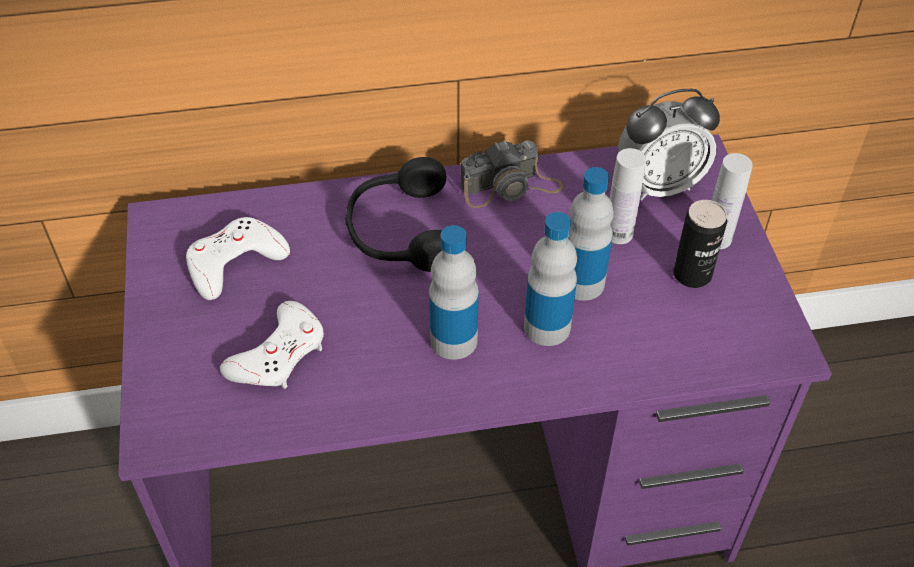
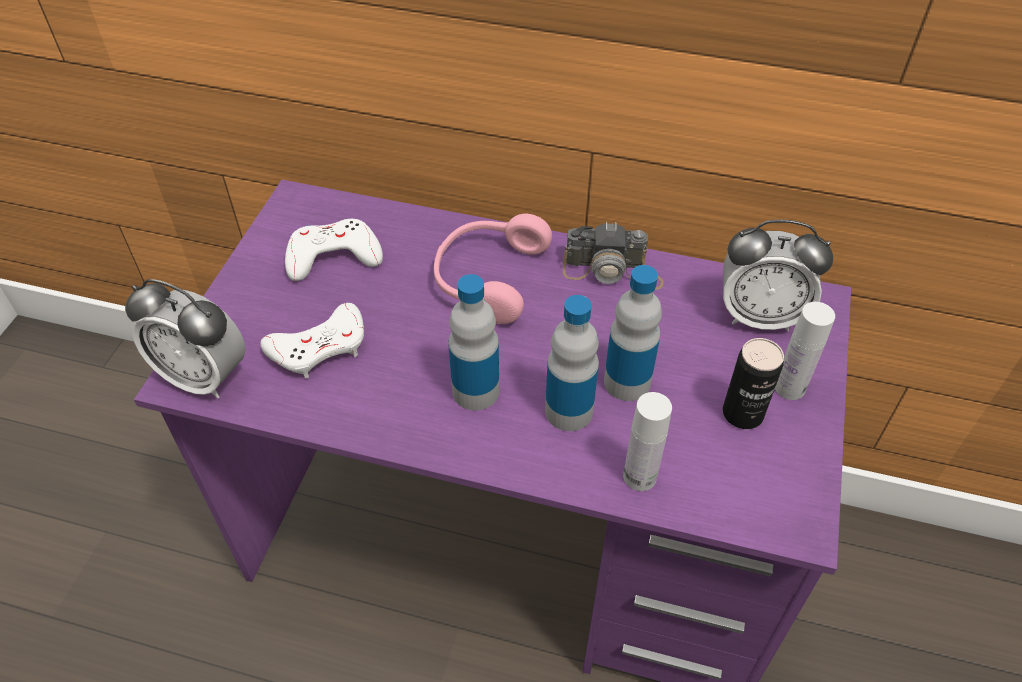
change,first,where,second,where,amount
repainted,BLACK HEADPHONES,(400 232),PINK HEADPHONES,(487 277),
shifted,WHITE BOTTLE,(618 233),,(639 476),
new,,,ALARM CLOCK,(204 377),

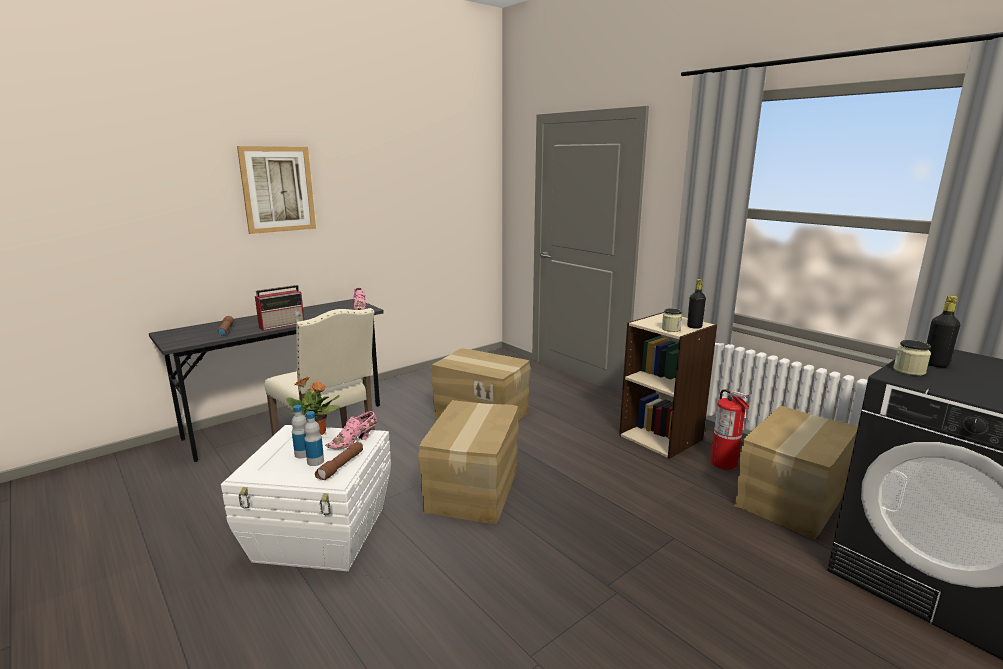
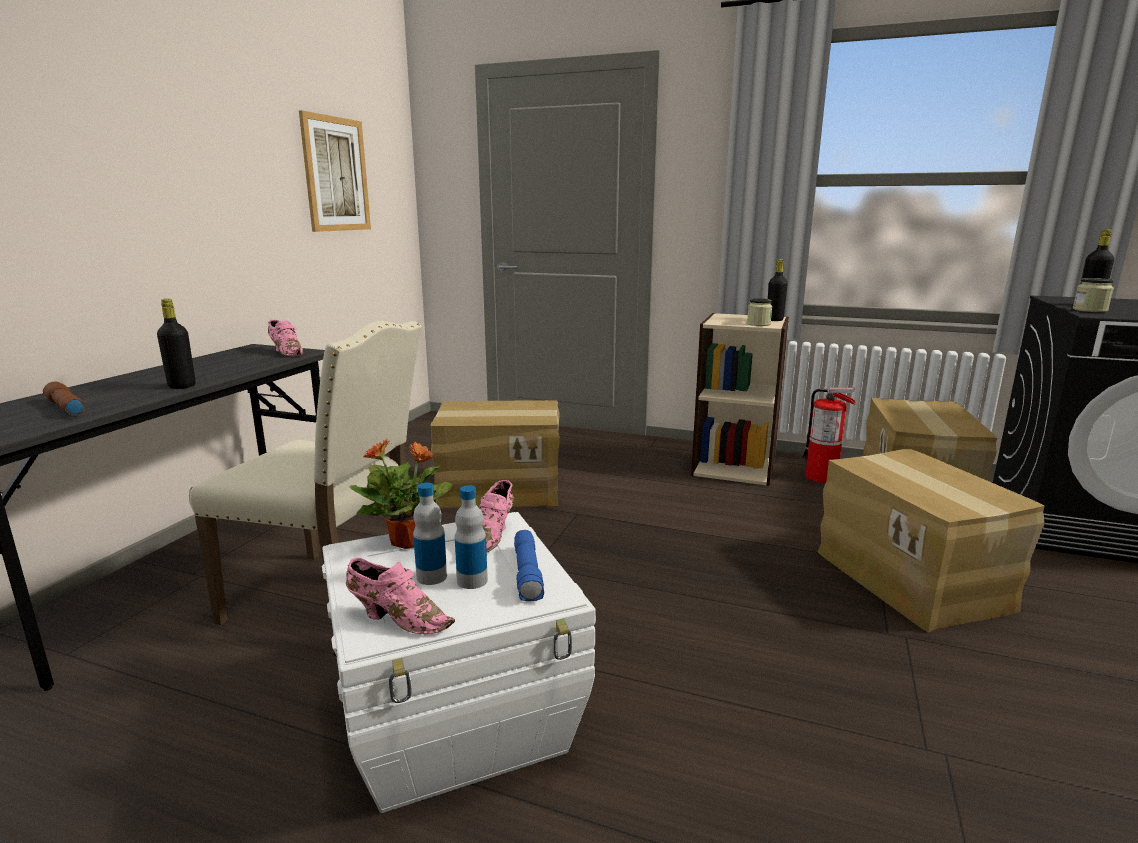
change,first,where,second,where,amount
shifted,PICTURE,(278 189),,(336 174),
swapped,RADIO,(283 325),BLACK BOTTLE,(182 386),
repainted,BROWN FLASHLIGHT,(341 466),BLUE FLASHLIGHT,(528 574),
shifted,CARDBOARD BOX,(474 488),,(912 579),
new,,,PINK SHOE,(397 618),

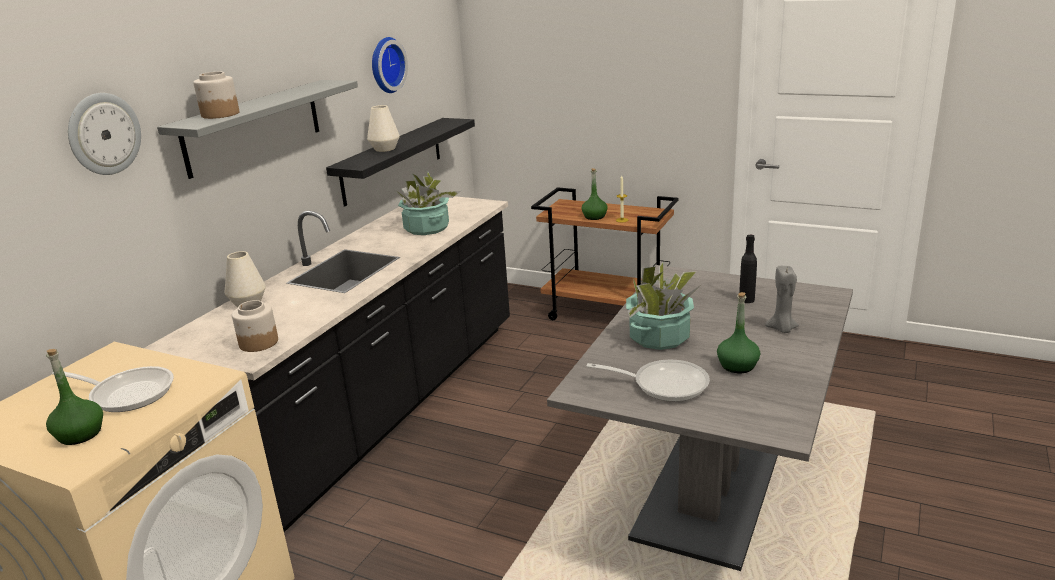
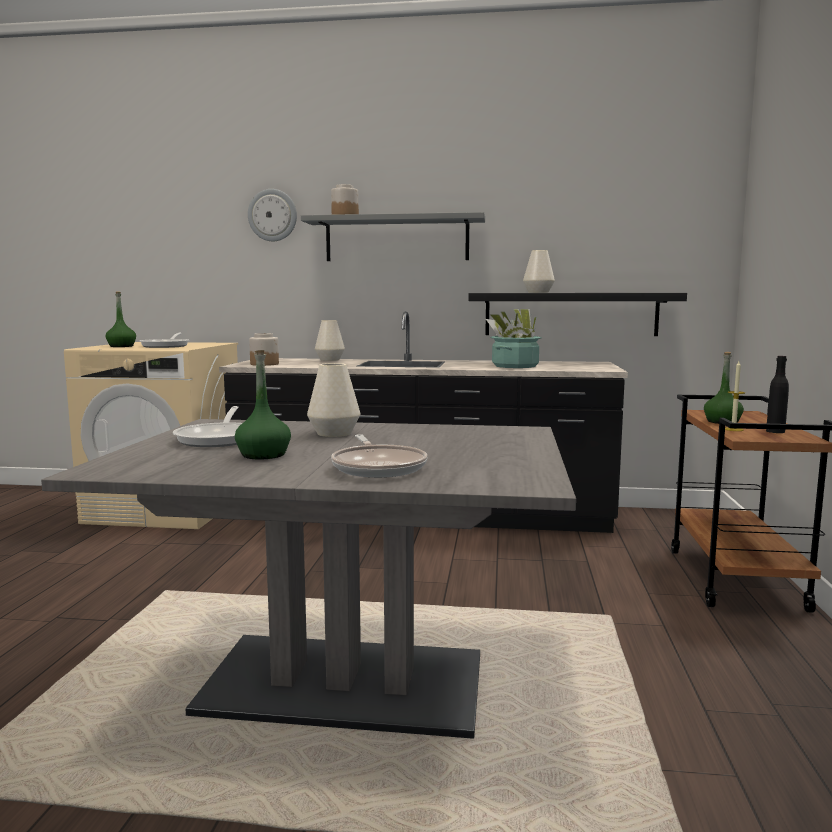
change,first,where,second,where,amount
gone,WALL CLOCK,(385 65),,,
swapped,POTTED PLANT,(659 337),WHITE VASE,(334 433),
shifted,BLACK BOTTLE,(746 300),,(775 431),
swapped,GREY CANDLE,(782 329),FRYING PAN,(378 467),

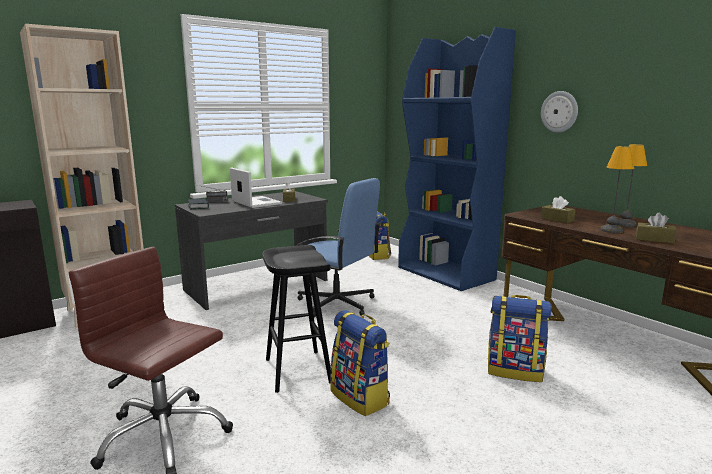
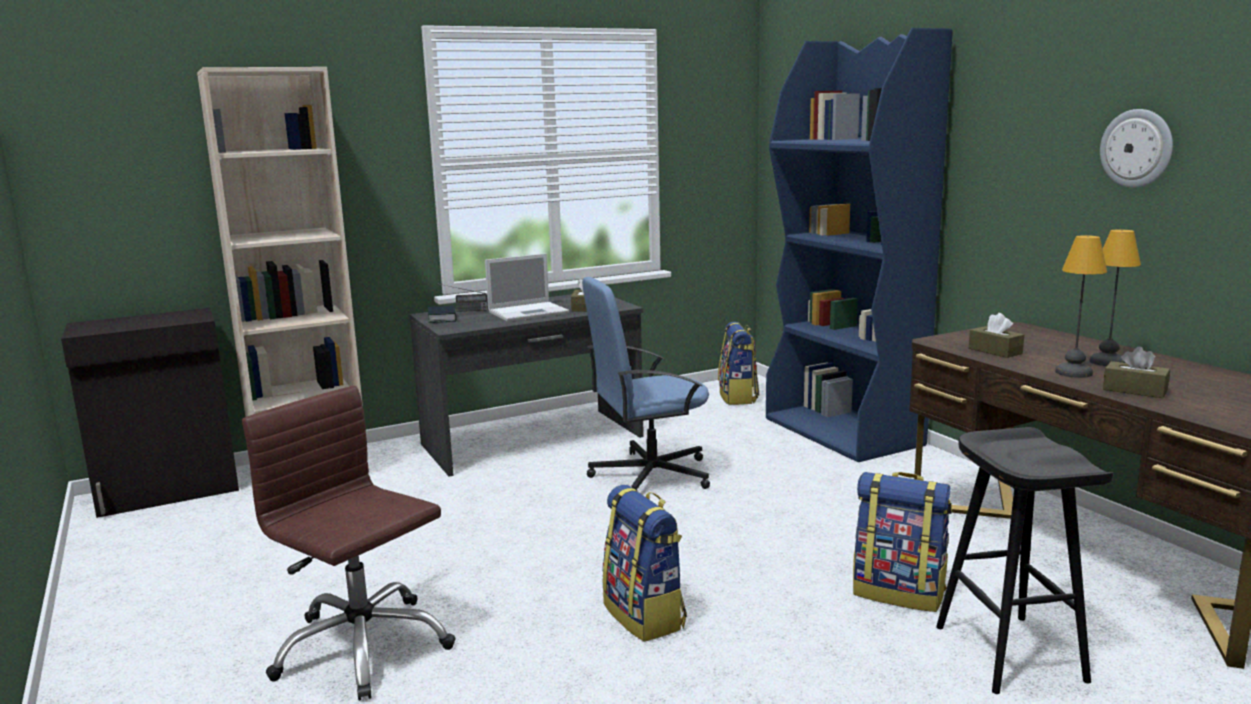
change,first,where,second,where,amount
rotated,LAPTOP,(256 202),,(529 312),90 degrees clockwise
shifted,BLACK STOOL,(296 370),,(1007 652),
rotated,BLUE OFFICE CHAIR,(337 304),,(649 475),120 degrees clockwise
shifted,WALL CLOCK,(559 111),,(1137 148),

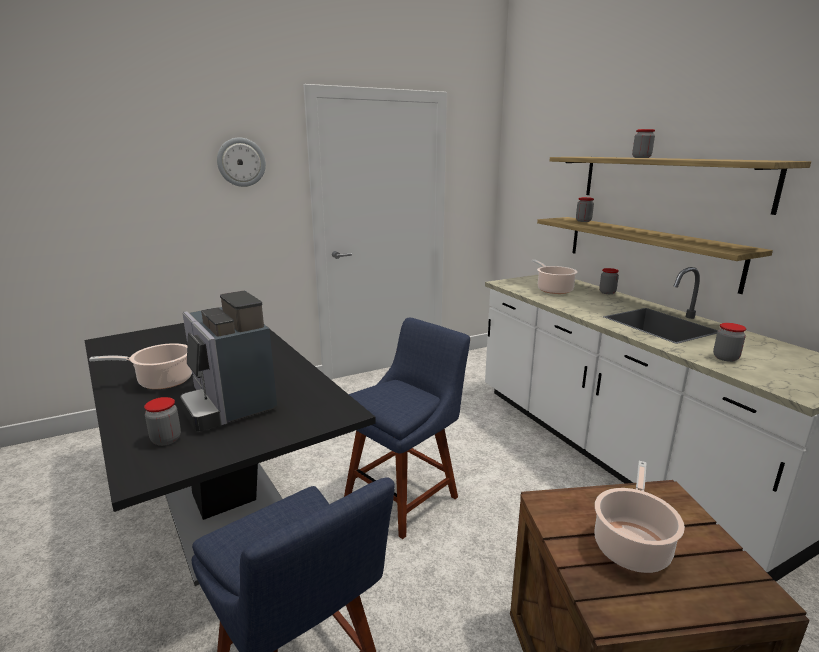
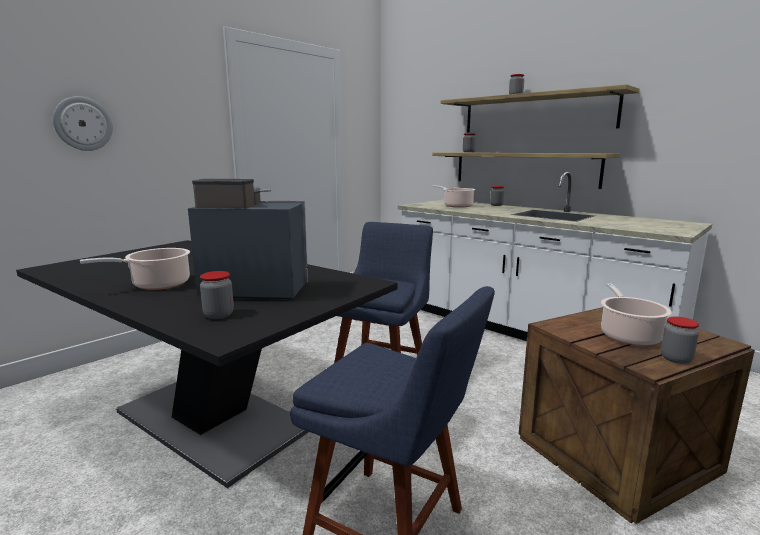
change,first,where,second,where,amount
rotated,COFFEE MACHINE,(229 404),,(252 289),150 degrees clockwise
shifted,WALL CLOCK,(241 162),,(83 124),
shifted,JAR,(725 358),,(676 359),

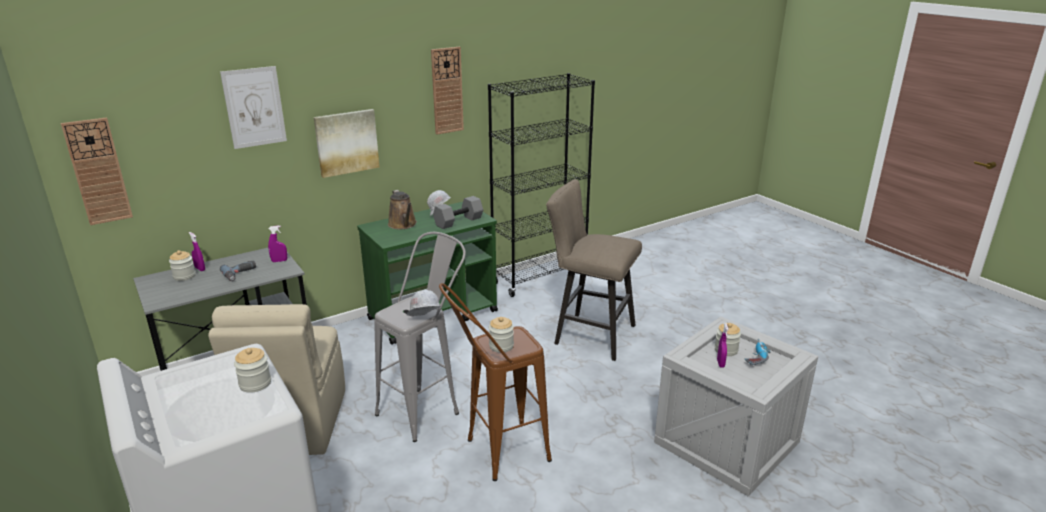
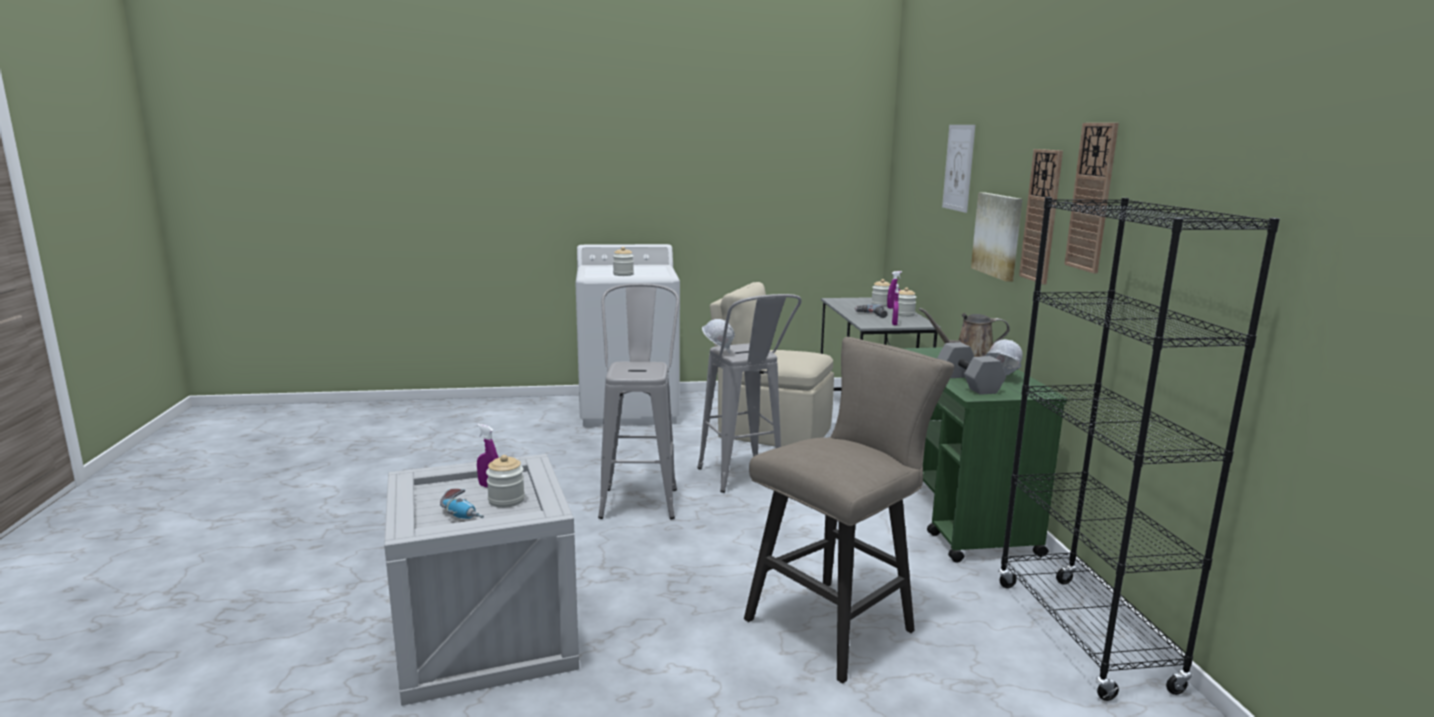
change,first,where,second,where,amount
shifted,WALL CLOCK,(98 171),,(1041 216),
repainted,BROWN STOOL,(496 454),GREY STOOL,(640 497),
shifted,JAR,(501 346),,(904 314),

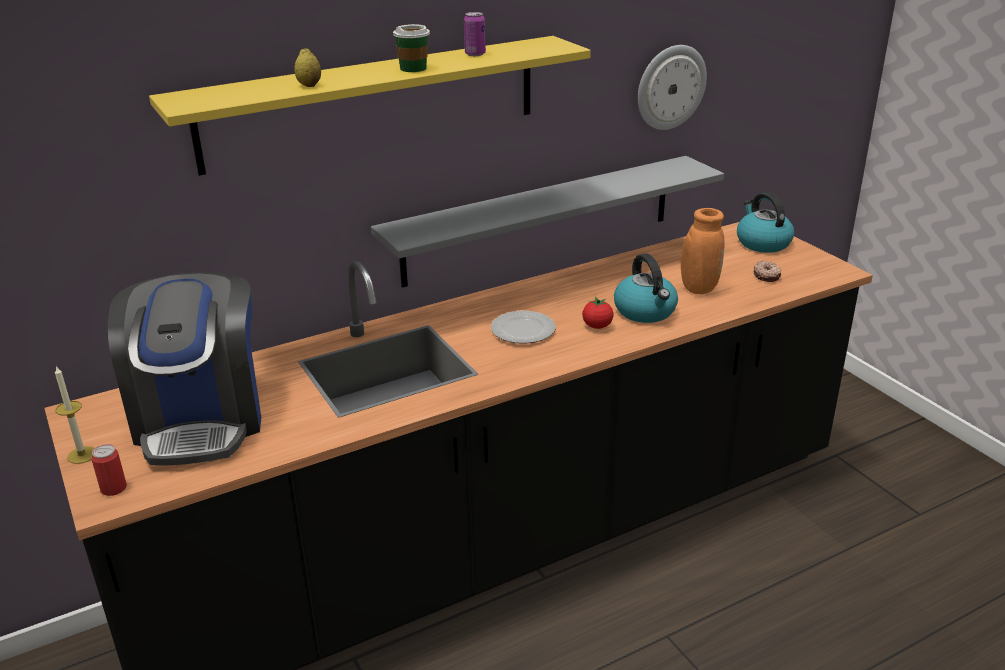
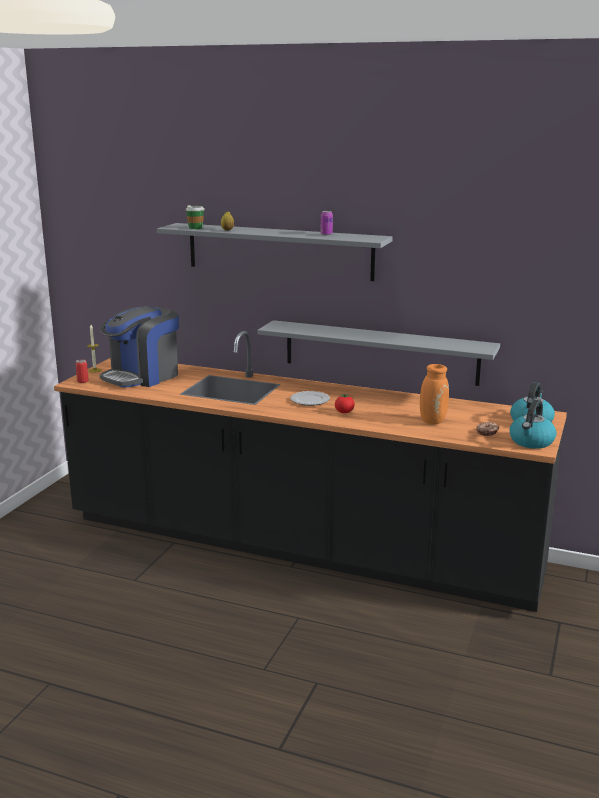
change,first,where,second,where,amount
repainted,YELLOW SHELF,(373 103),GREY SHELF,(279 251),
shifted,CUP,(413 68),,(195 228),
shifted,KETTLE,(645 311),,(531 442),
gone,WALL CLOCK,(670 87),,,

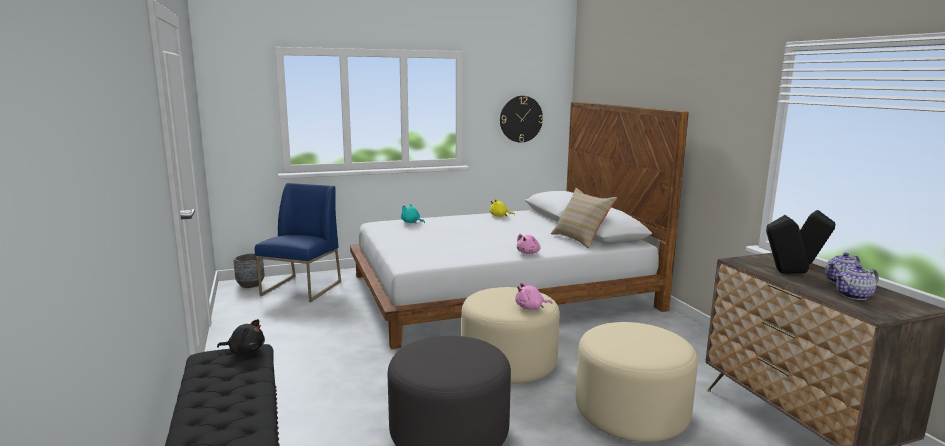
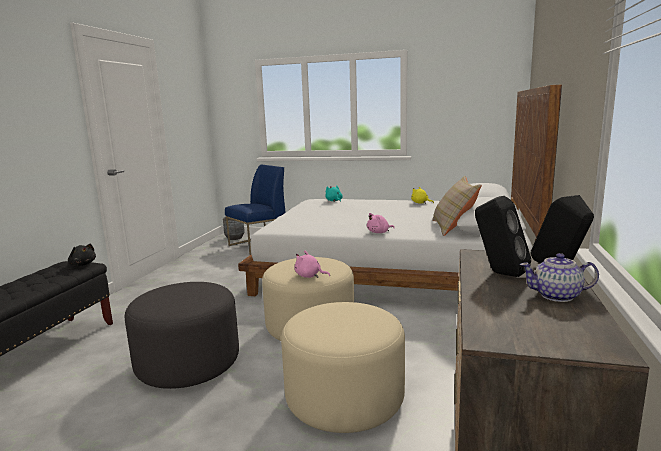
change,first,where,second,where,amount
gone,WALL CLOCK,(521 119),,,
gone,TEAPOT,(854 296),,,

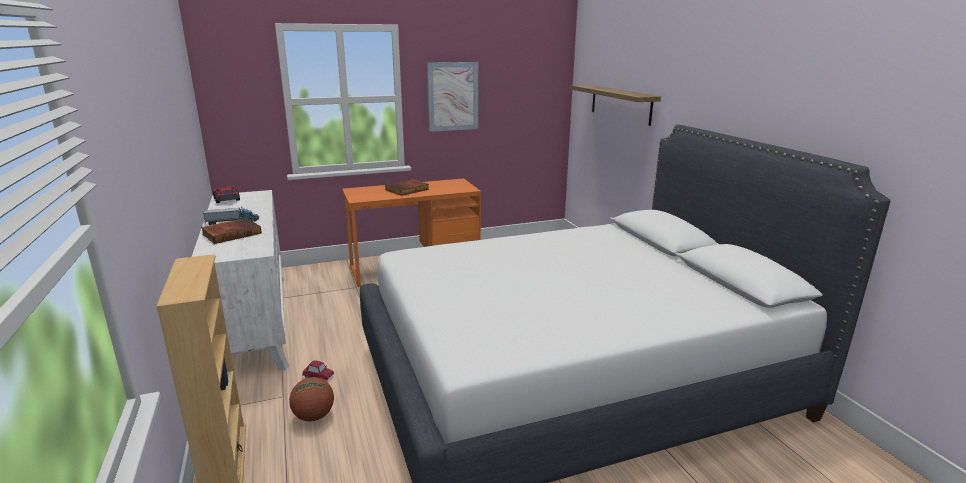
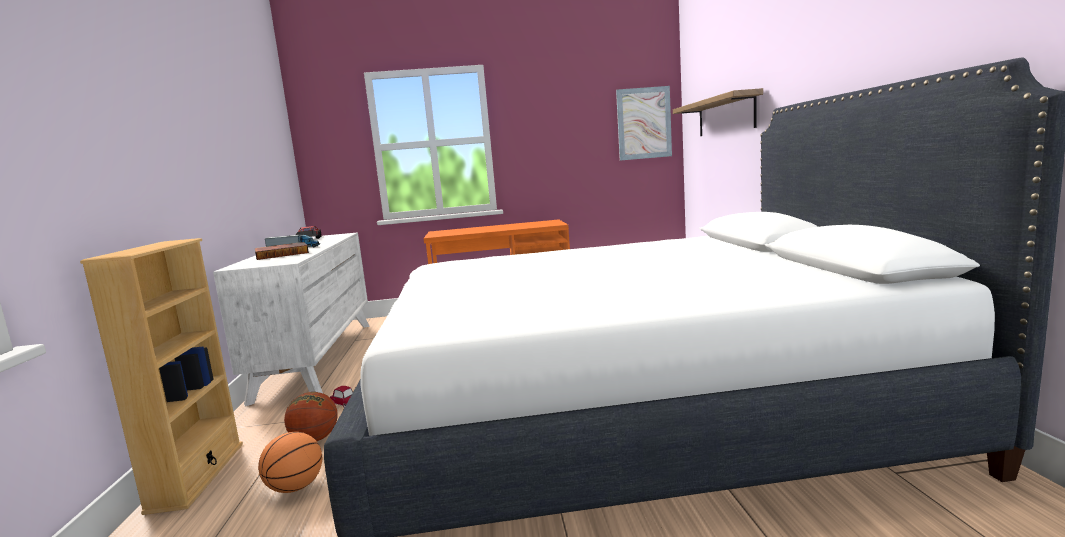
change,first,where,second,where,amount
gone,BOOK,(407 190),,,
shifted,PICTURE,(453 96),,(644 123),
new,,,BASKETBALL,(295 488),

